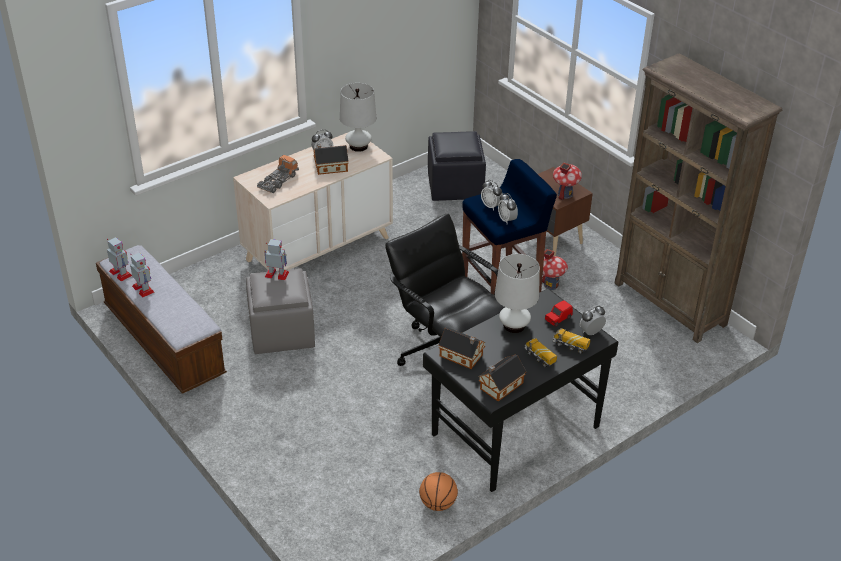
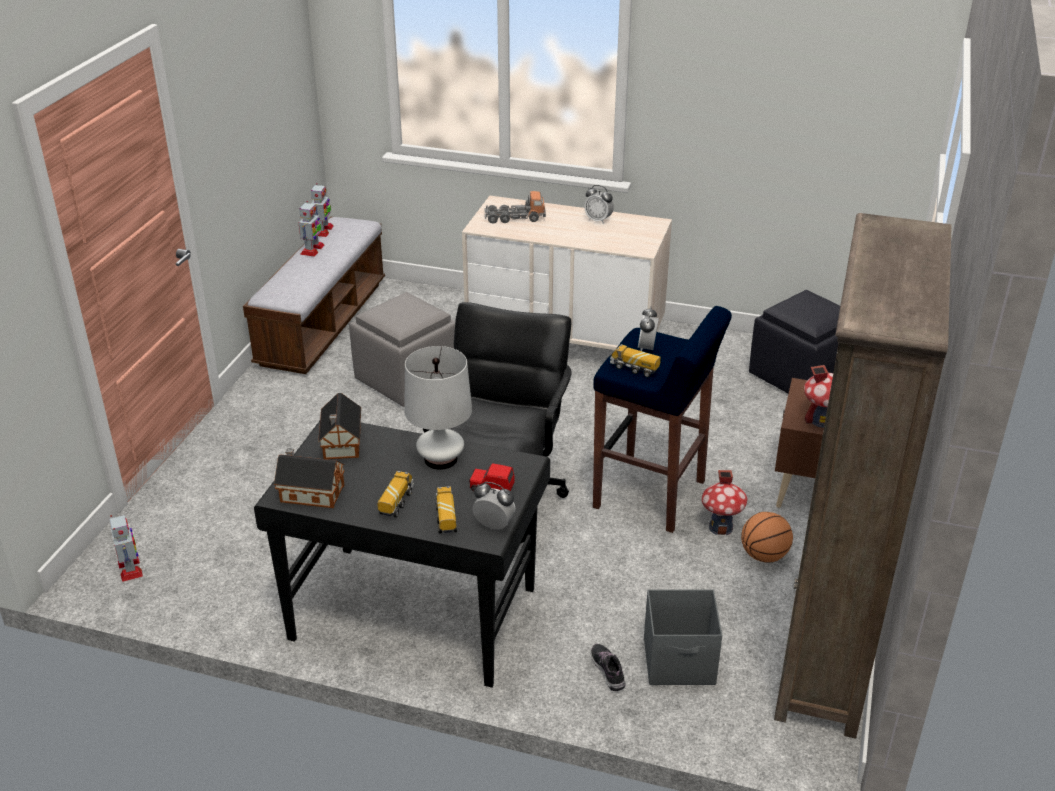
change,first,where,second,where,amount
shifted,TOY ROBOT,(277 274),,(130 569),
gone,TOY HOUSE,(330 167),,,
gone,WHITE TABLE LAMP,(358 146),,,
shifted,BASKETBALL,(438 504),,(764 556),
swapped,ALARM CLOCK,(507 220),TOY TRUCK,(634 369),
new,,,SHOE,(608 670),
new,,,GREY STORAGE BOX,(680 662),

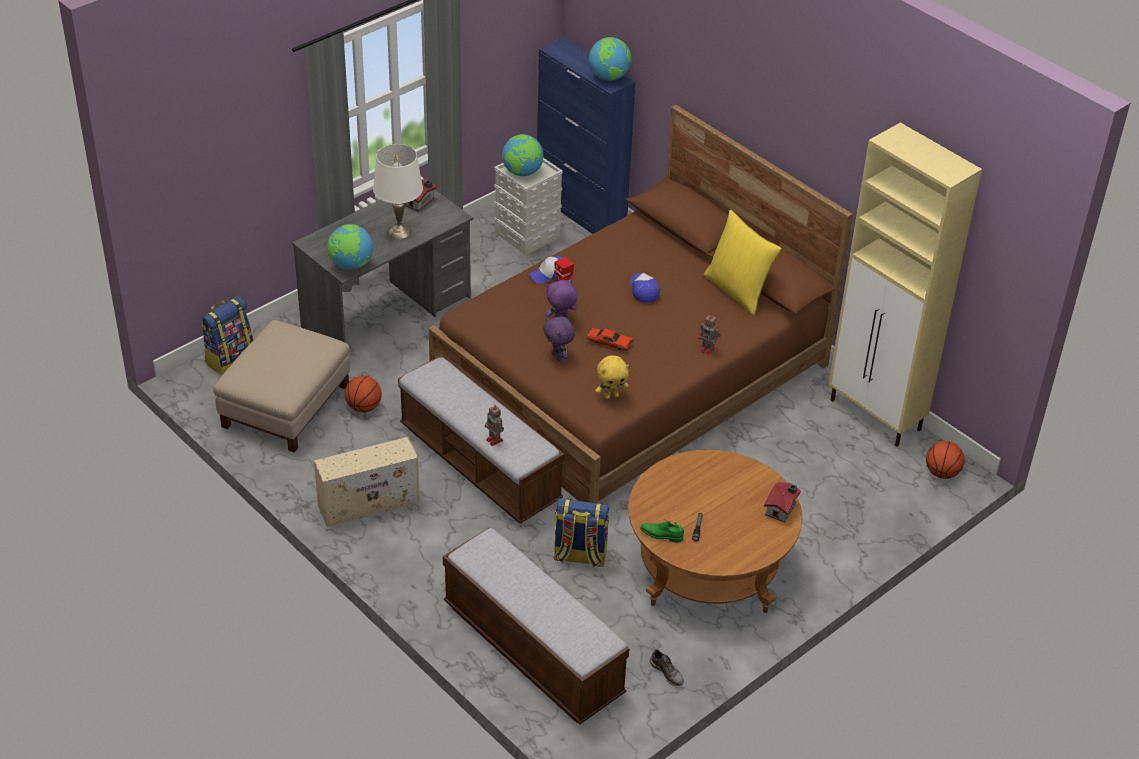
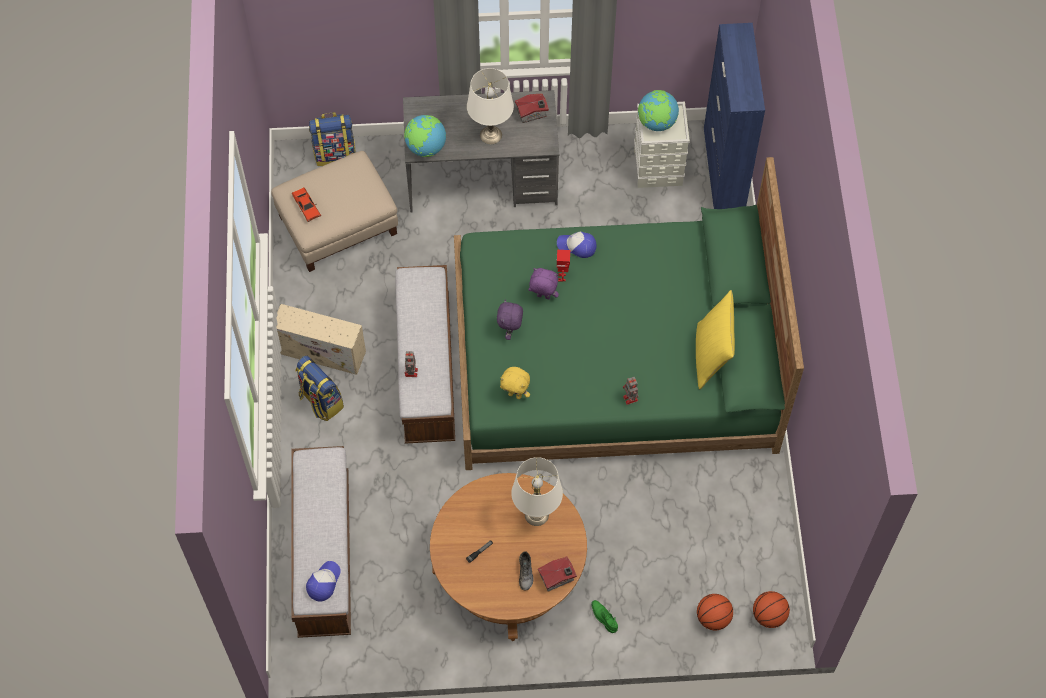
change,first,where,second,where,amount
shifted,BASKETBALL,(364 407),,(713 618),
repainted,BROWN BED,(632 374),GREEN BED,(614 360),
shifted,BACKPACK,(579 556),,(320 401),
shifted,RED TOY CAR,(609 343),,(306 207),
gone,GLOBE,(609 77),,,
shifted,CAP,(643 290),,(323 582),
shifted,GREEN SHOE,(661 535),,(604 617),
shifted,GREY SHOE,(667 672),,(526 573),
gone,BEIGE CABINET,(876 416),,,
new,,,WHITE TABLE LAMP,(536 514),

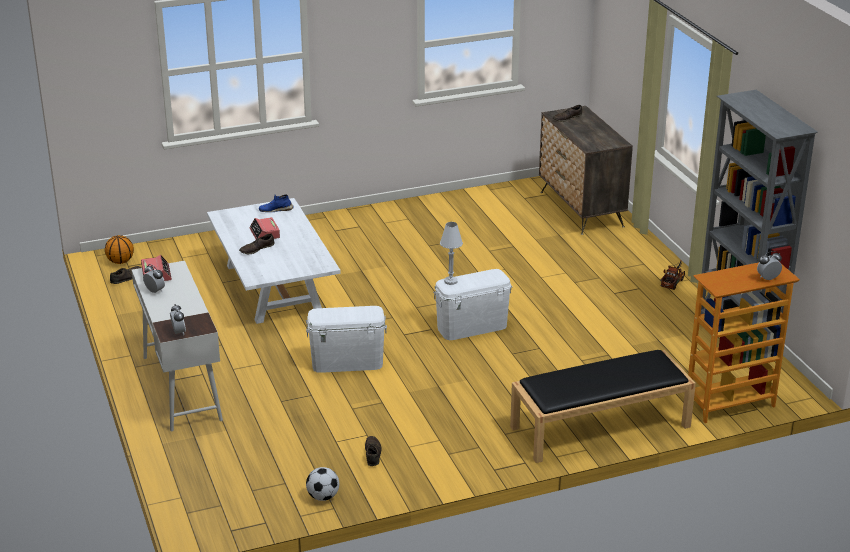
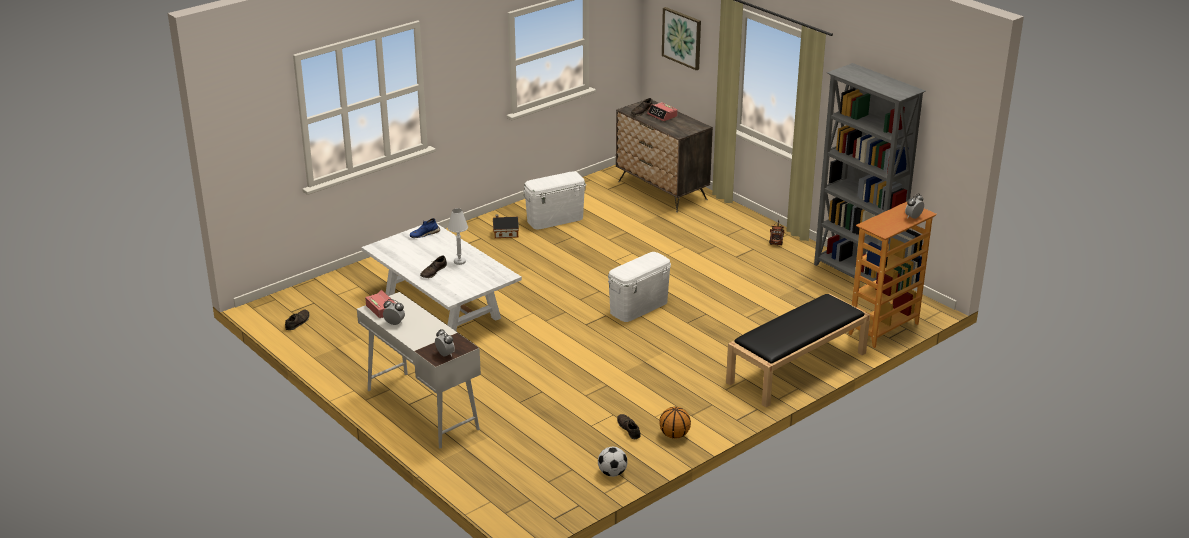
change,first,where,second,where,amount
shifted,BASKETBALL,(120 261),,(674 435),
shifted,ALARM CLOCK,(265 233),,(662 115),
shifted,WHITE STORAGE BOX,(347 362),,(555 219),
shifted,WHITE TABLE LAMP,(450 281),,(459 261),
new,,,TOY HOUSE,(505 234),
new,,,PICTURE,(682 38),

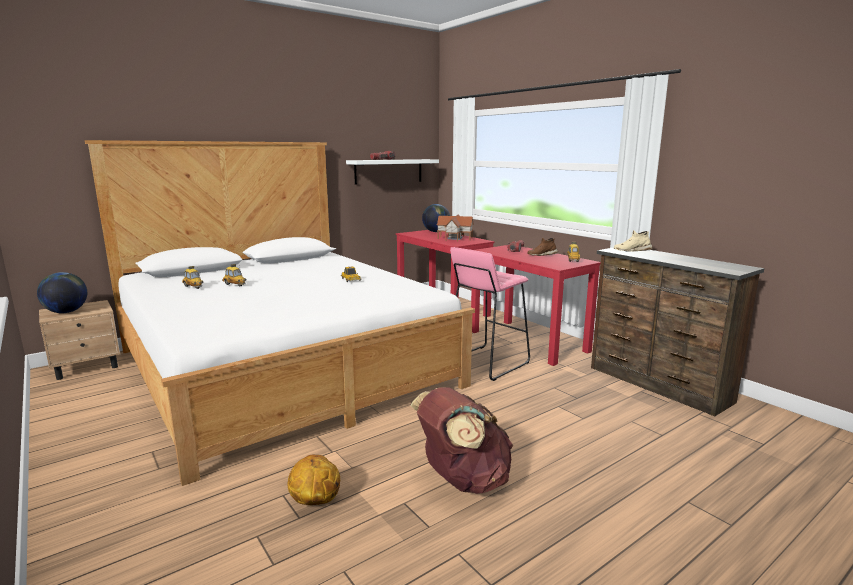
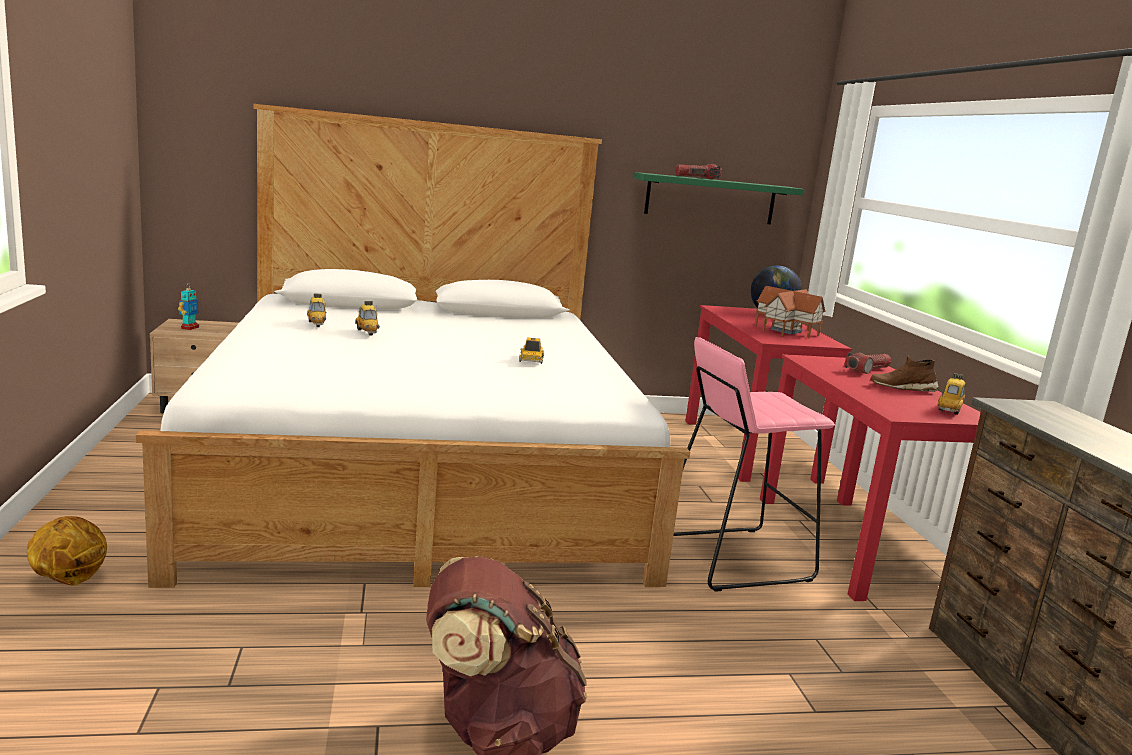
change,first,where,second,where,amount
swapped,GLOBE,(66 312),TOY ROBOT,(189 328),
shifted,BASKETBALL,(315 501),,(69 580),
repainted,WHITE SHELF,(388 171),GREEN SHELF,(710 199),
gone,BEIGE SHOE,(631 250),,,

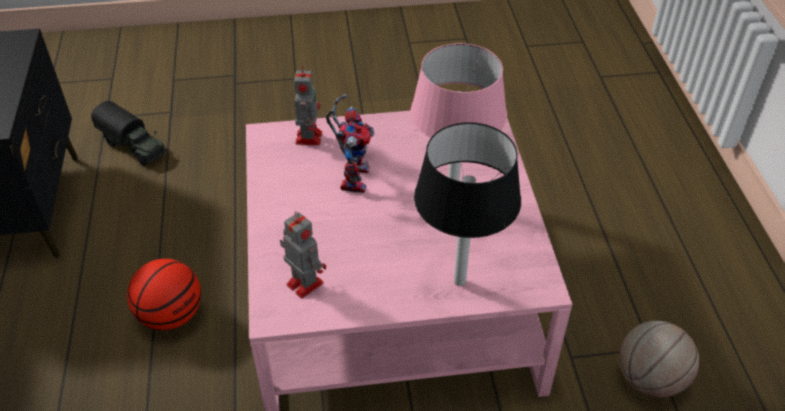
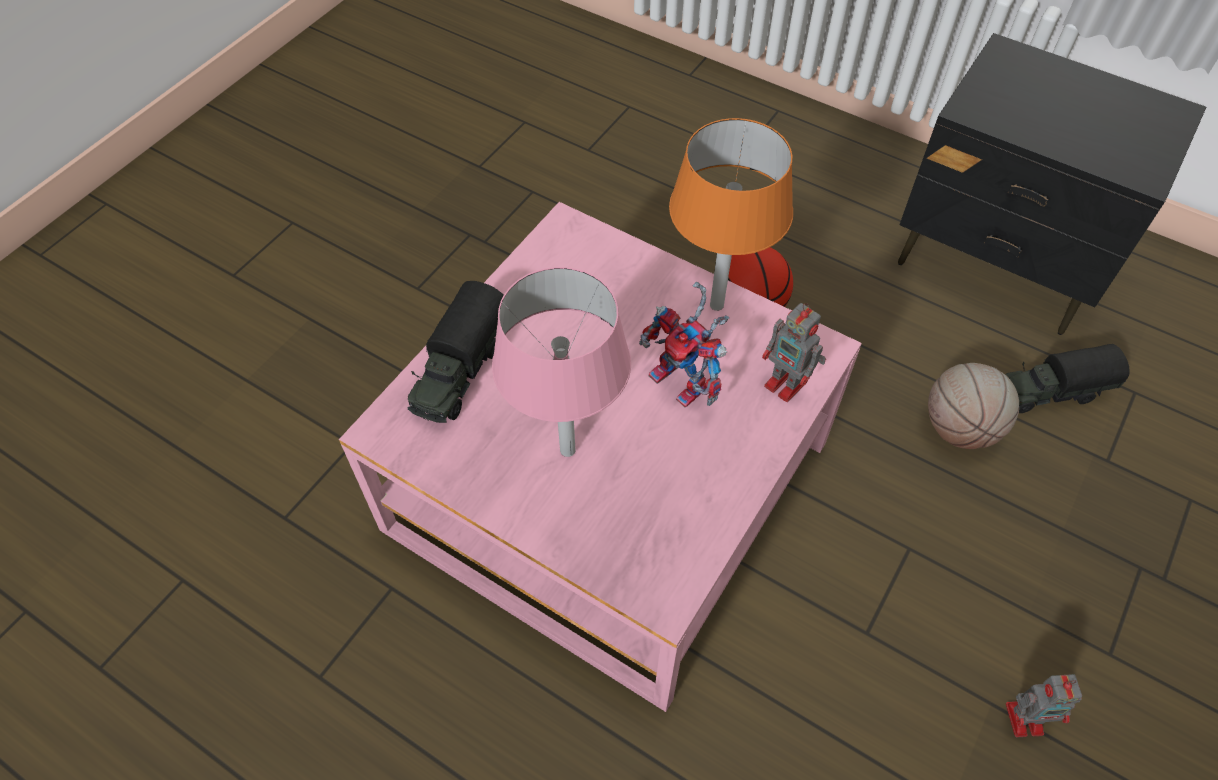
change,first,where,second,where,amount
shifted,TOY ROBOT,(303 282),,(1026 718),
swapped,BLACK TABLE LAMP,(459 281),TOY TRUCK,(460 372),
shifted,BASKETBALL,(649 379),,(960 428),
new,,,ORANGE TABLE LAMP,(716 305),

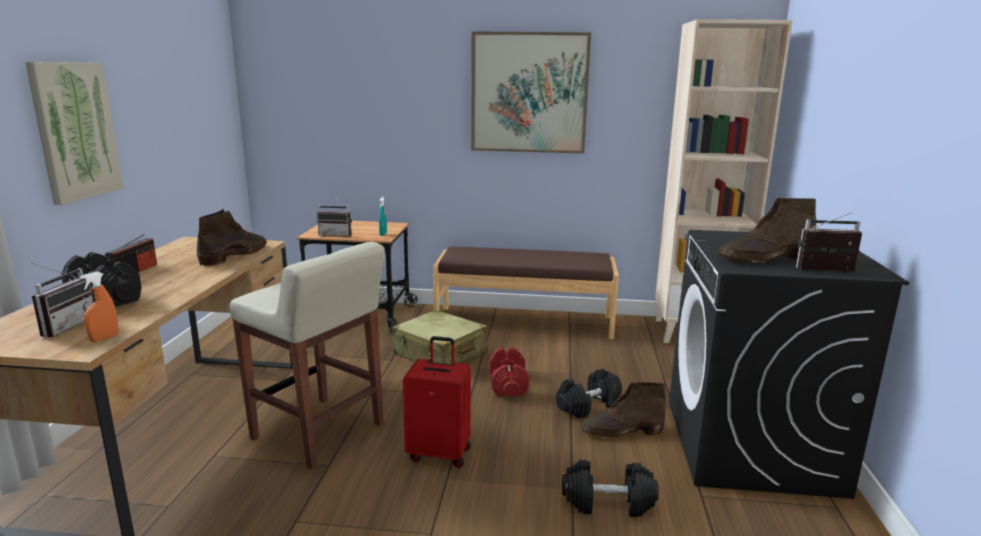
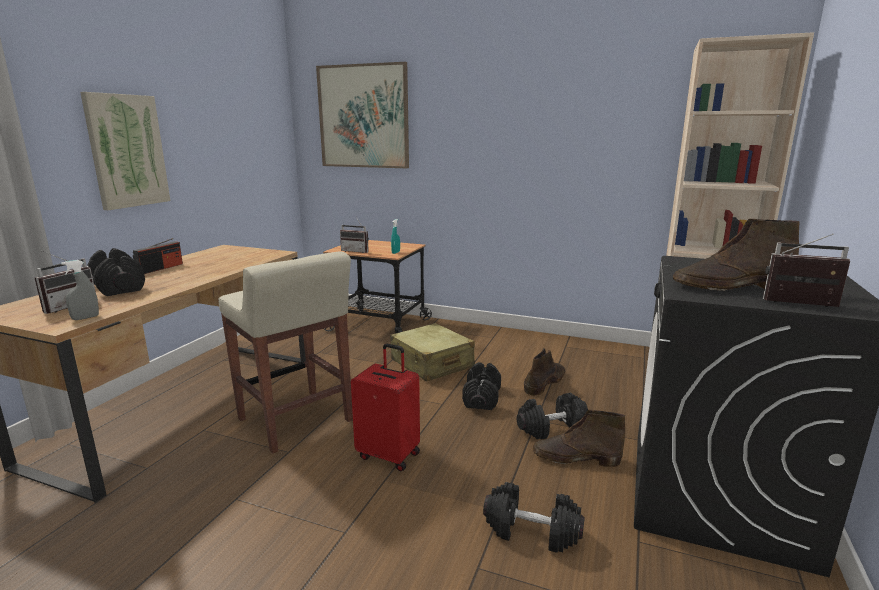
change,first,where,second,where,amount
repainted,ORANGE SPRAY BOTTLE,(104 338),GREY SPRAY BOTTLE,(85 318),
shifted,BROWN BOOT,(234 255),,(545 382),
gone,BROWN BENCH,(524 322),,,
shifted,PICTURE,(529 93),,(363 117),
repainted,RED DUMBBELL,(508 384),BLACK DUMBBELL,(482 398),

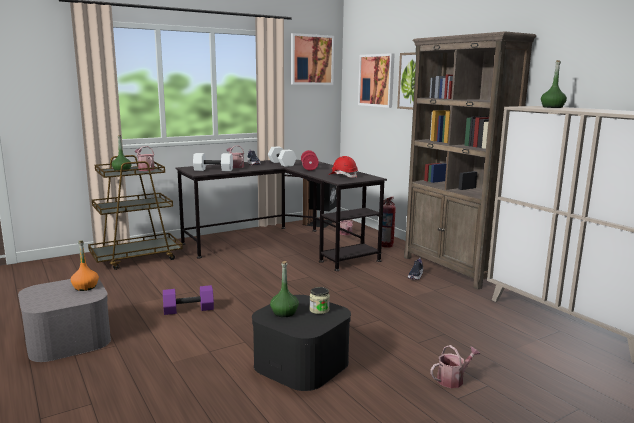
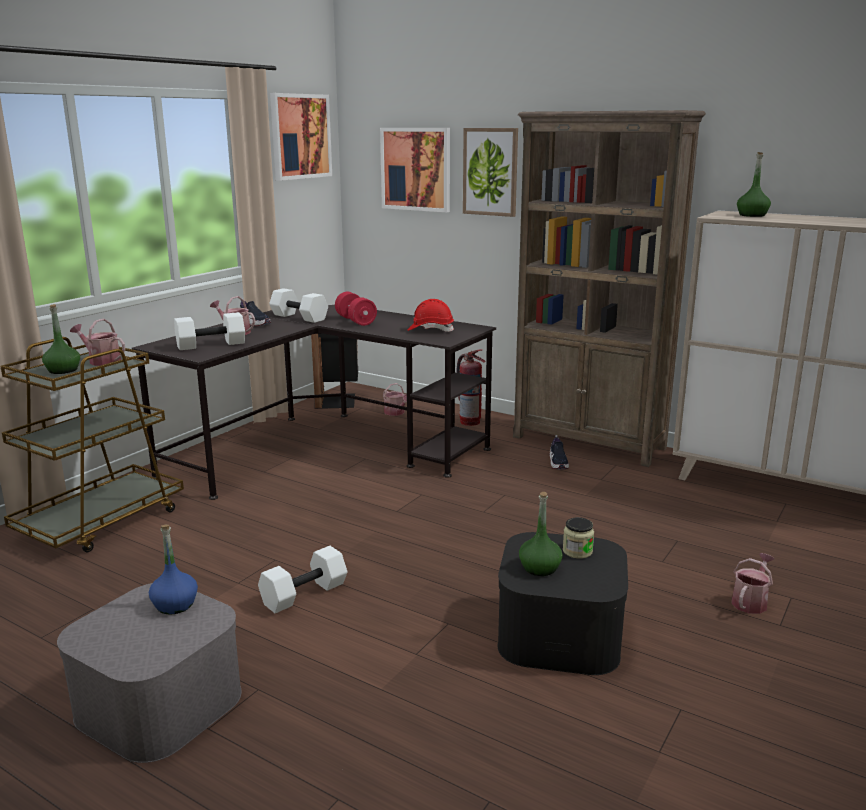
change,first,where,second,where,amount
repainted,ORANGE BOTTLE,(85 287),BLUE BOTTLE,(175 604),
repainted,PURPLE DUMBBELL,(189 309),WHITE DUMBBELL,(304 593),

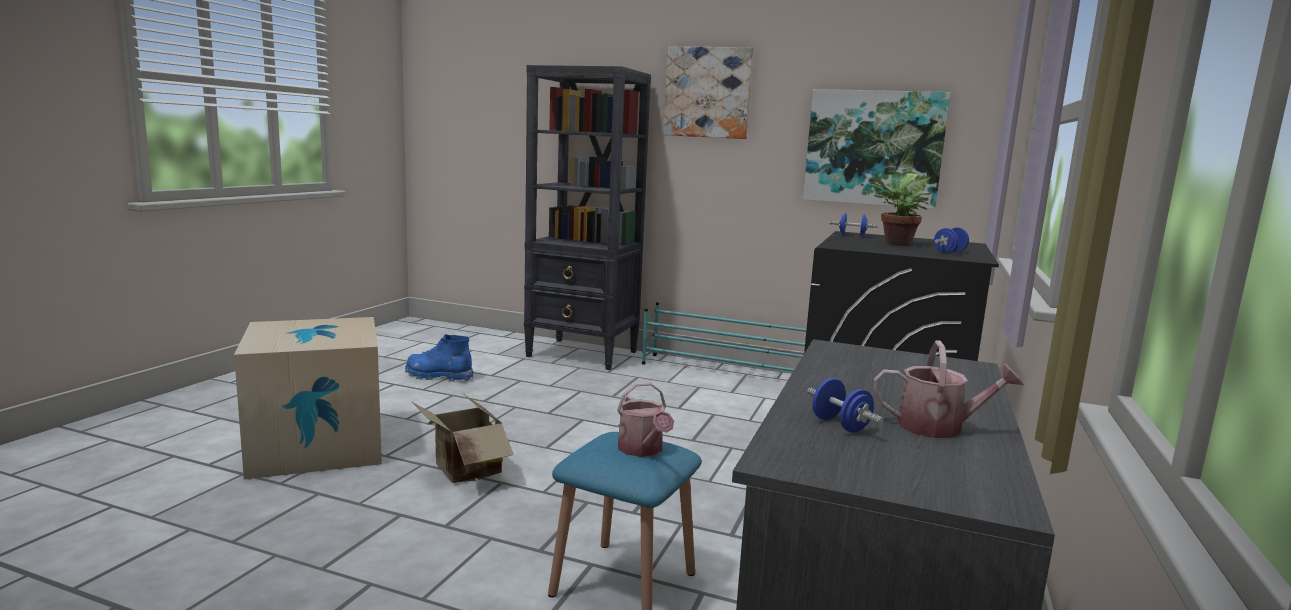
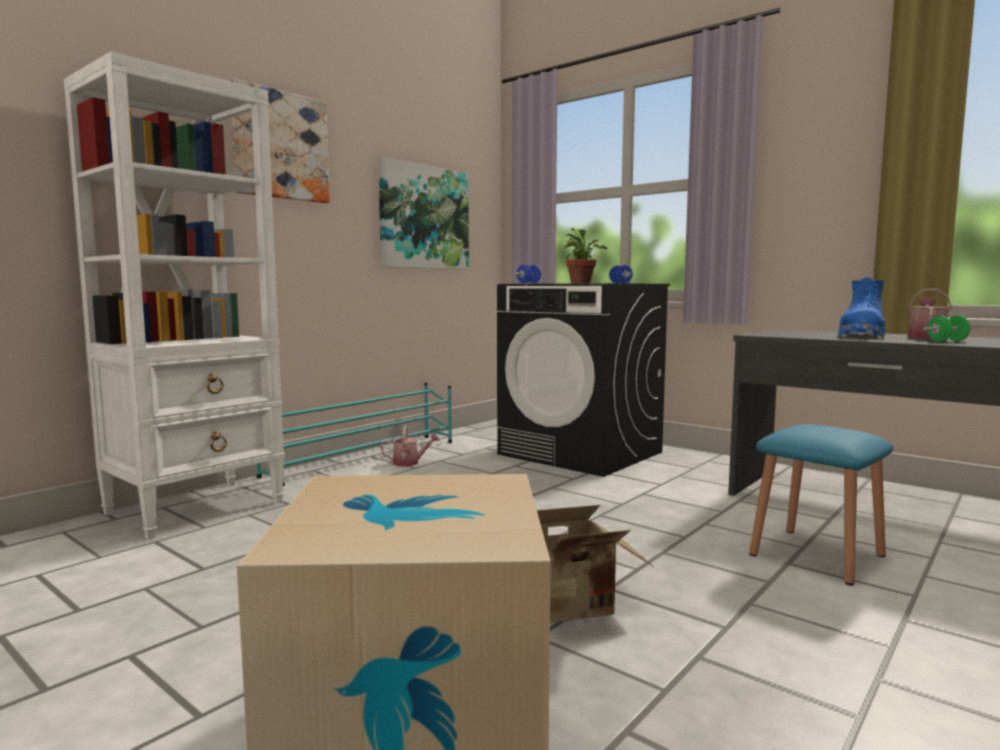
change,first,where,second,where,amount
shifted,BLUE BOOT,(439 376),,(862 335),
repainted,BLACK BOOKCASE,(583 354),WHITE BOOKCASE,(197 507),
shifted,WATERING CAN,(642 450),,(410 463),
repainted,BLUE DUMBBELL,(840 425),GREEN DUMBBELL,(947 341),

